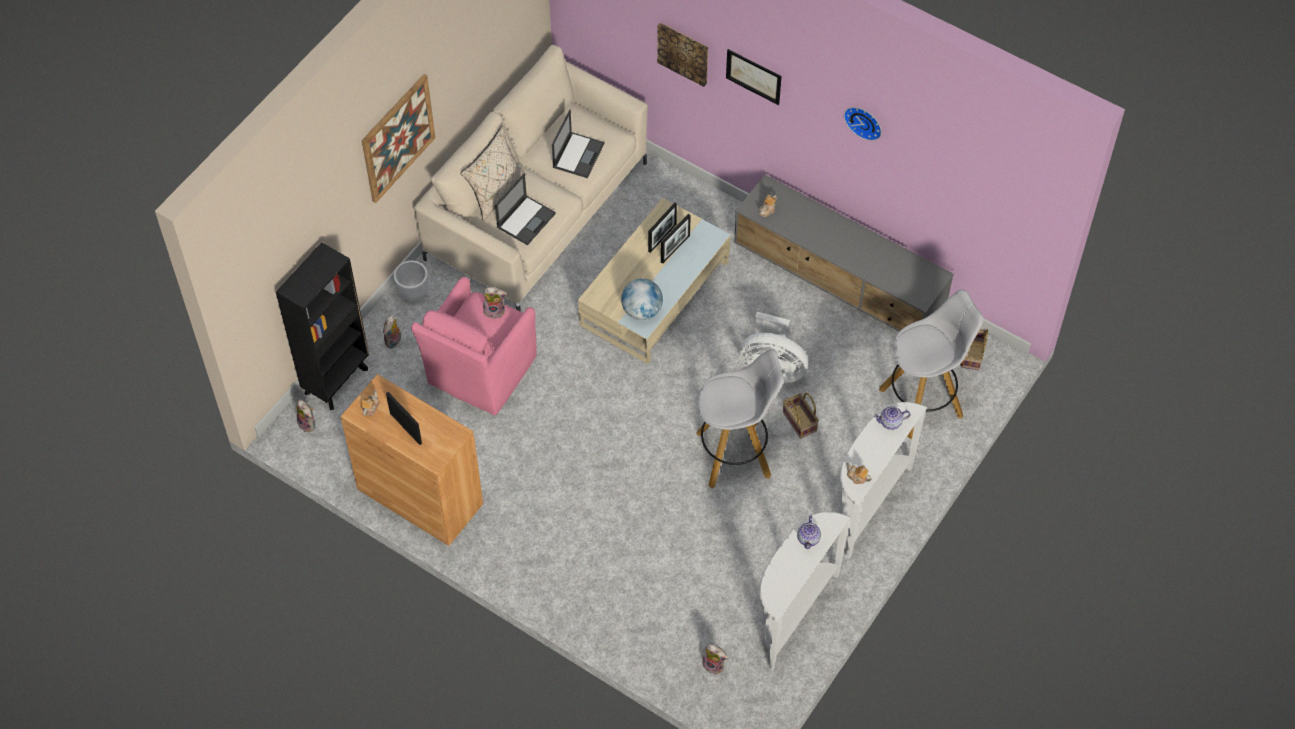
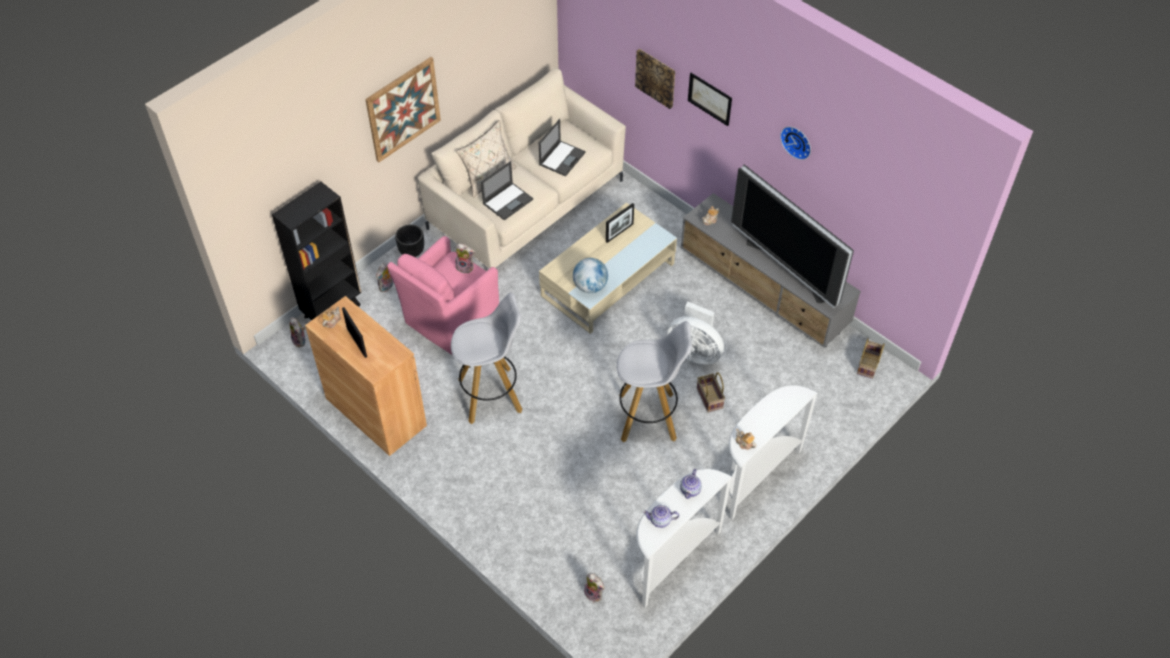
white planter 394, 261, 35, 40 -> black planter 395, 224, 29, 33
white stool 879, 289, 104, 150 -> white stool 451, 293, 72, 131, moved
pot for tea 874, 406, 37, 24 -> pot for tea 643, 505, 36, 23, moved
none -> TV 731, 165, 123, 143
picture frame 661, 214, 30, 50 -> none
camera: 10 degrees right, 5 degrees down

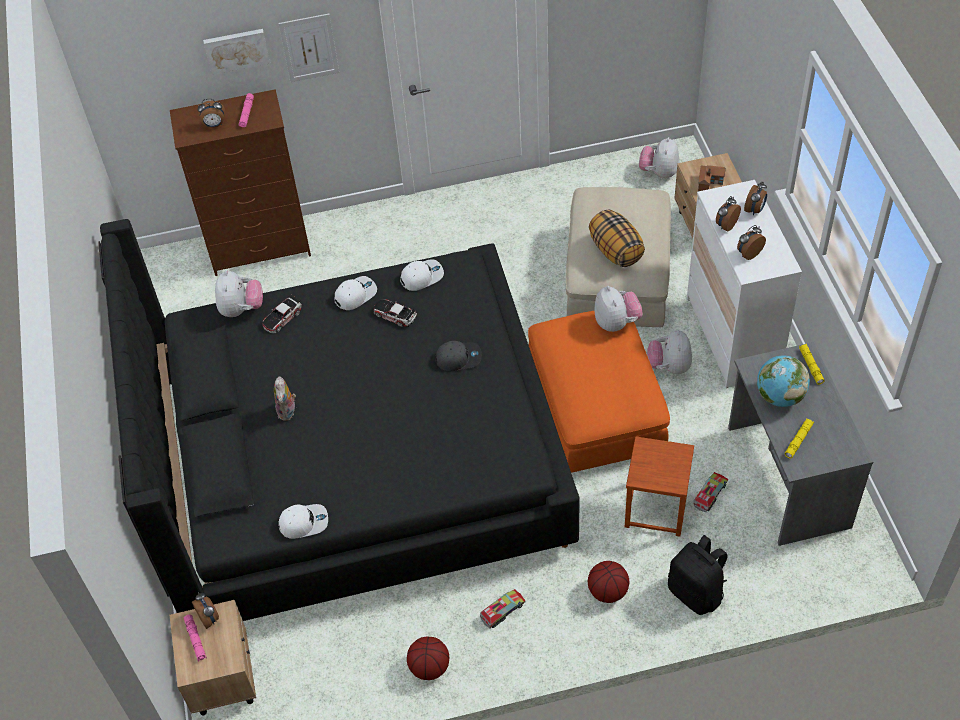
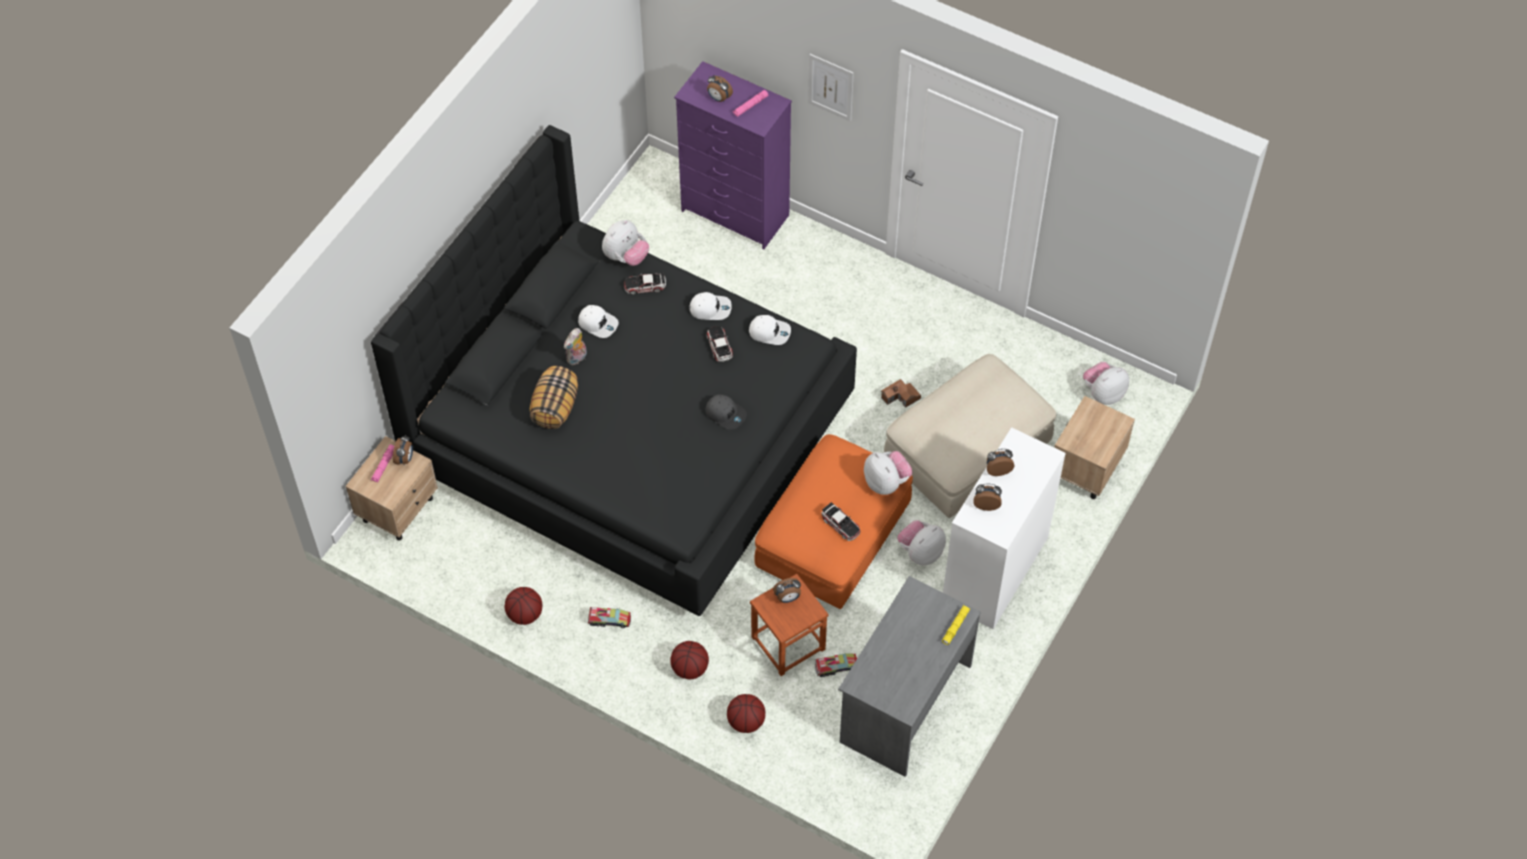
throw pillow 589, 209, 56, 58 -> throw pillow 530, 366, 48, 63, moved
white cap 278, 504, 50, 35 -> white cap 578, 305, 41, 33, moved
brownish dresser 170, 89, 141, 187 -> purple dresser 674, 61, 118, 188
black rucksack 668, 535, 60, 80 -> basketball 727, 694, 38, 39
table clock 744, 182, 23, 33 -> table clock 773, 578, 28, 25, moved
none -> toy car 821, 502, 39, 39
cuddly toy 595, 286, 48, 46 -> cuddly toy 864, 451, 48, 44, 60 degrees counterclockwise
toy house 698, 165, 28, 26 -> toy house 881, 379, 40, 29, moved
wall art 203, 29, 67, 46 -> none
desk globe 757, 355, 53, 52 -> none
yellowish hand torch 785, 418, 29, 40 -> none
camera: 40 degrees right, 5 degrees up

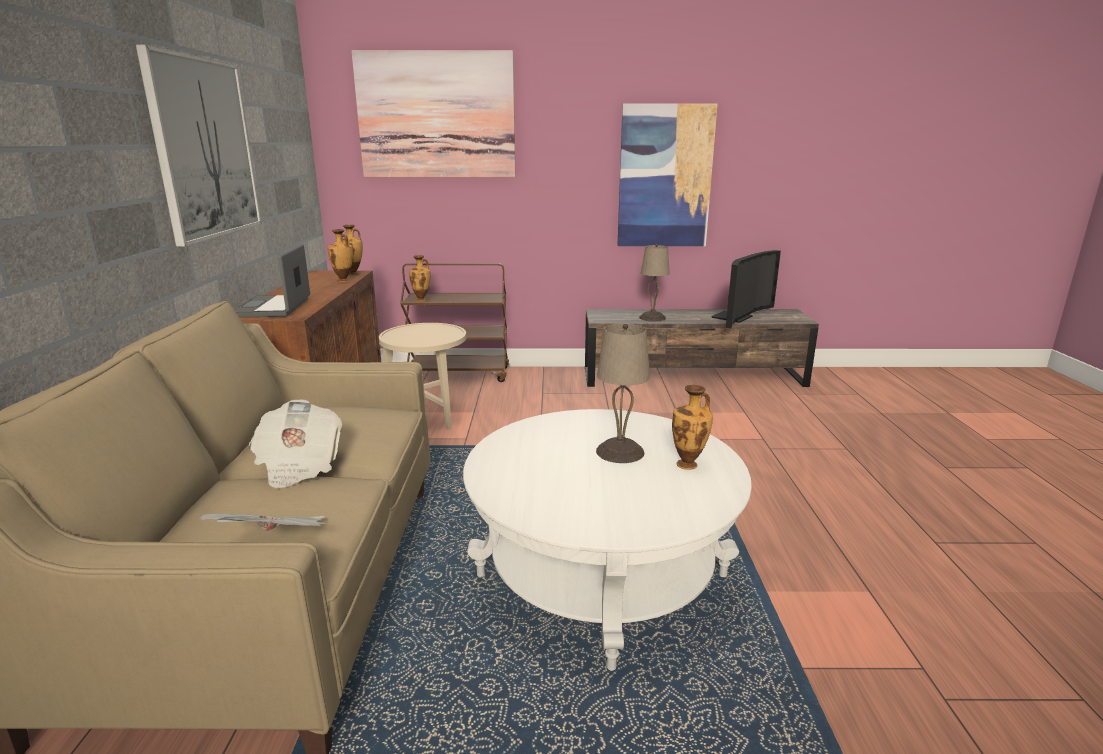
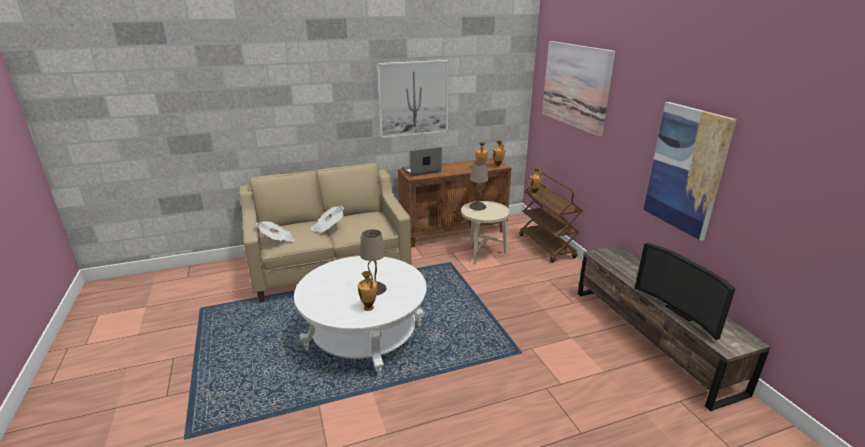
beige tabletop lamp 639, 244, 31, 78 -> beige tabletop lamp 469, 161, 19, 49, moved
TV 711, 250, 70, 79 -> TV 635, 243, 101, 97, 45 degrees clockwise
camera: 70 degrees right, 5 degrees up

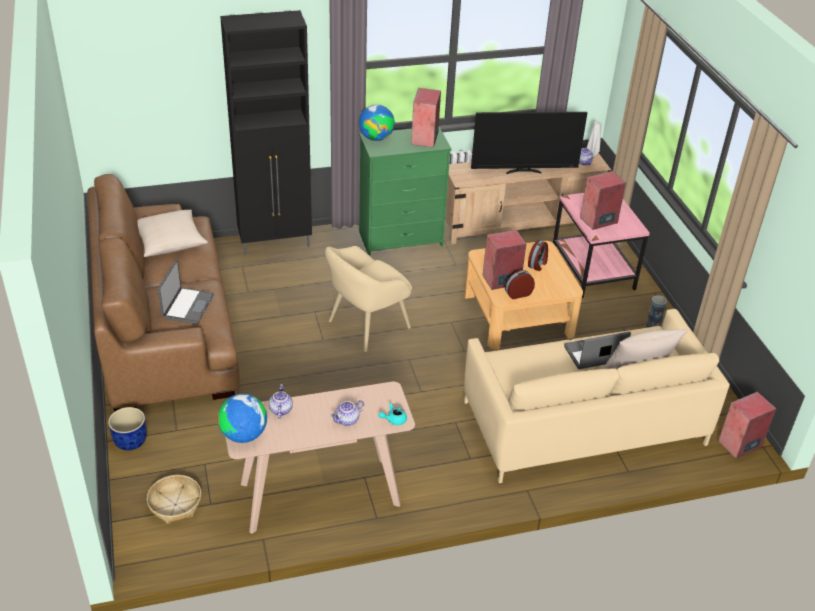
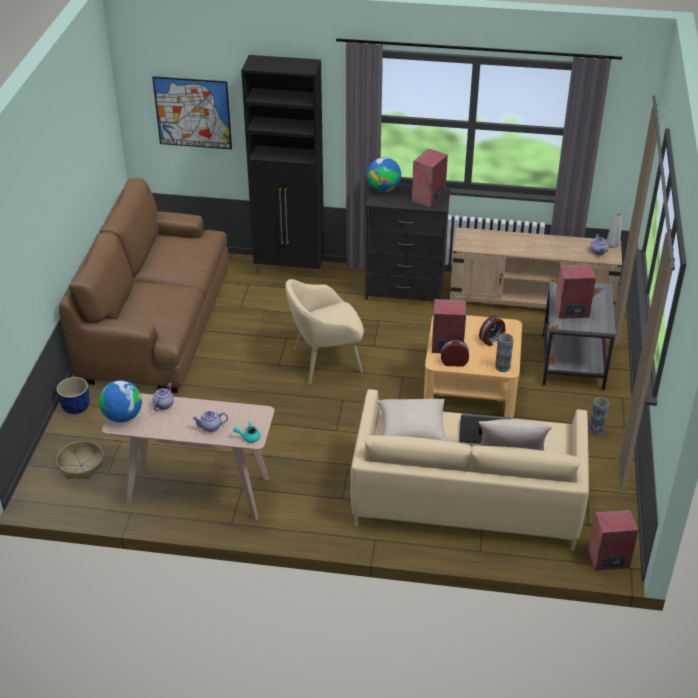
none -> wall art 152, 76, 80, 73
green-coloured dresser 359, 127, 93, 129 -> black dresser 365, 184, 86, 118
beige throw pillow 138, 210, 70, 47 -> beige throw pillow 377, 399, 72, 43, moved
none -> vase 495, 333, 19, 39
pinkish accent table 553, 193, 97, 105 -> grey accent table 543, 280, 73, 110
laptop 158, 260, 56, 64 -> none
TV 471, 112, 116, 62 -> none
camera: 25 degrees right, 0 degrees up

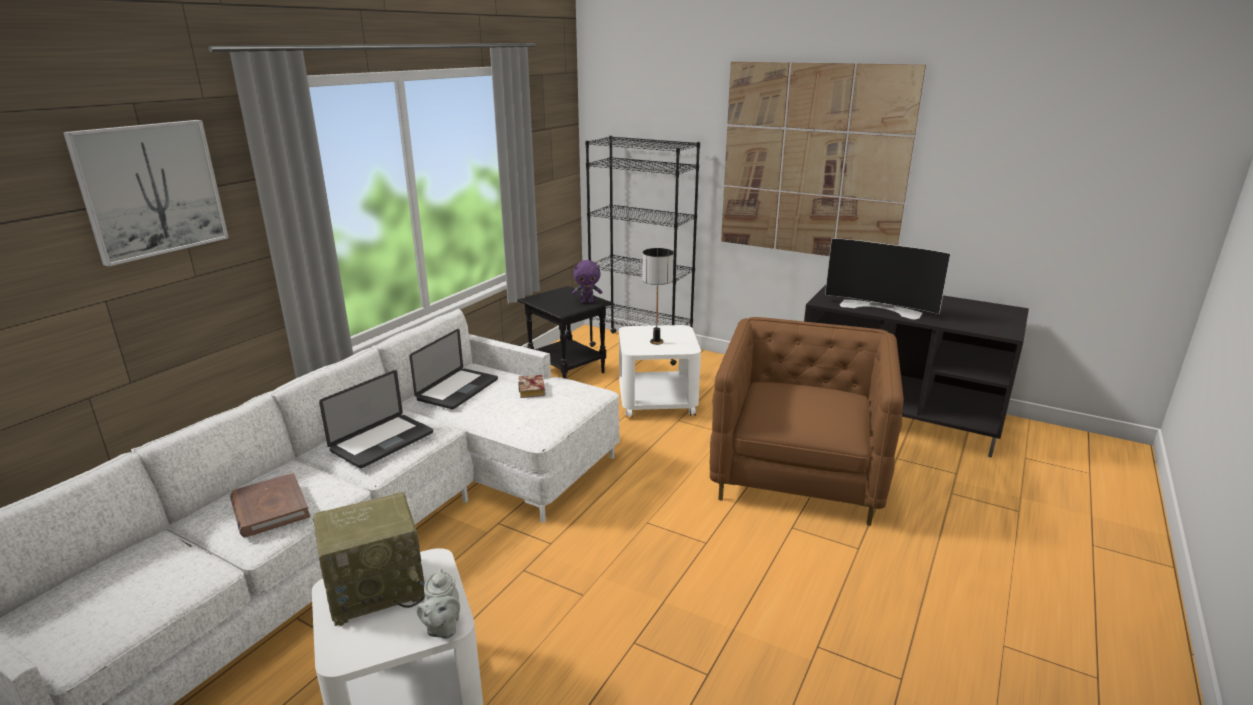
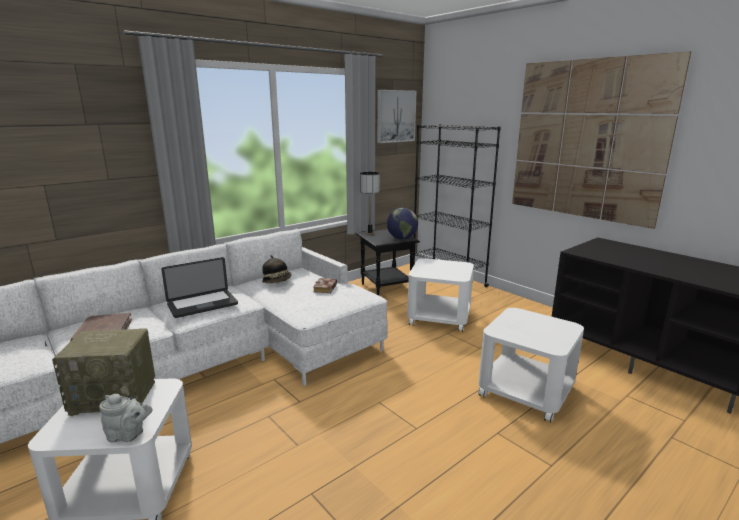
grey pot for tea 417, 569, 43, 70 -> grey pot for tea 99, 394, 53, 49, 105 degrees counterclockwise
laptop 409, 329, 89, 80 -> clothing hat 262, 255, 30, 29
tabletop lamp 642, 248, 32, 97 -> tabletop lamp 360, 172, 20, 63, moved
wall art 63, 120, 166, 147 -> wall art 377, 90, 40, 53, moved
purple cuddly toy 572, 260, 30, 43 -> desk globe 387, 208, 31, 31
brownish armchair 710, 317, 194, 209 -> white accent table 479, 308, 105, 115
TV 825, 238, 126, 82 -> none
camera: 20 degrees right, 5 degrees down

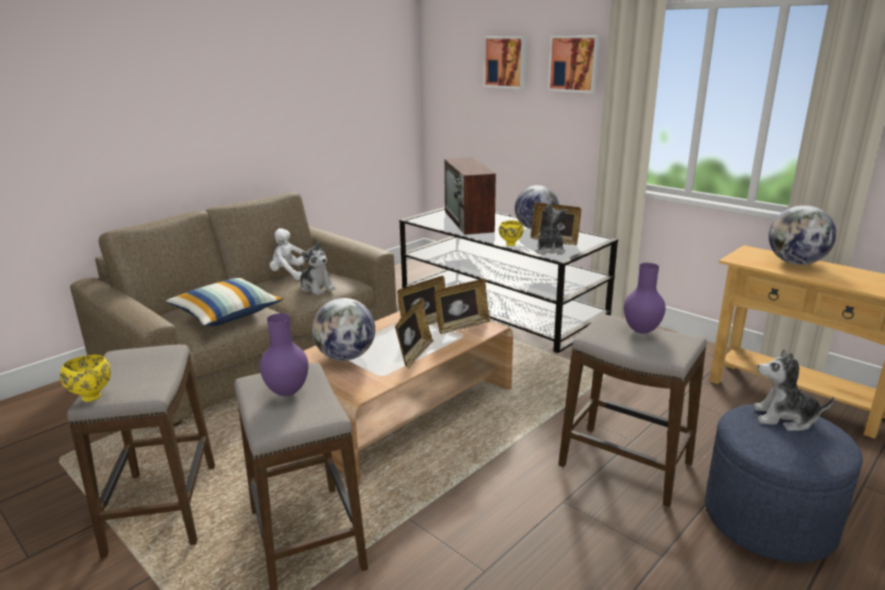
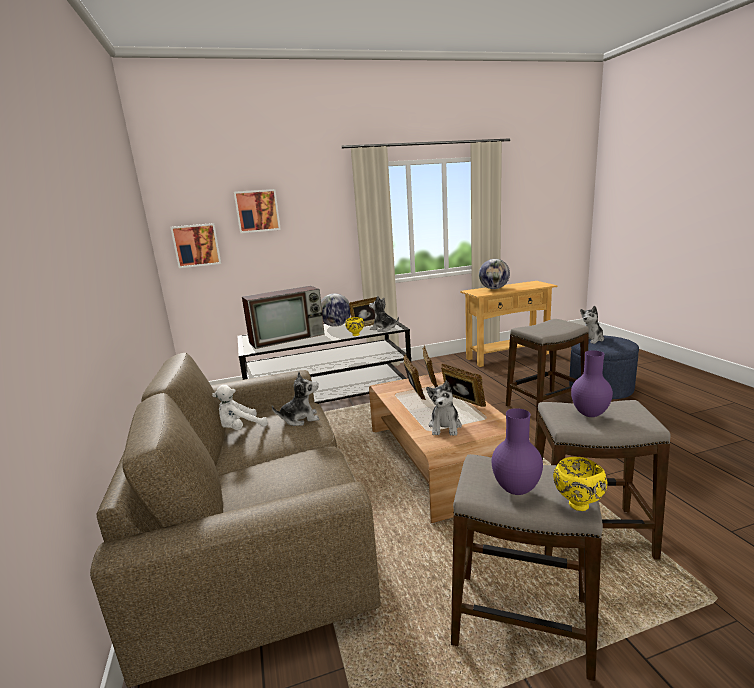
wall art 548, 35, 53, 59 -> wall art 170, 223, 51, 45, moved
TV 444, 157, 52, 78 -> TV 242, 286, 83, 63, 45 degrees counterclockwise
desk globe 312, 298, 63, 63 -> cuddly toy 426, 380, 36, 56
purple vase 624, 263, 42, 71 -> purple vase 492, 408, 51, 87, moved
throw pillow 166, 278, 117, 48 -> none
camera: 60 degrees left, 5 degrees down

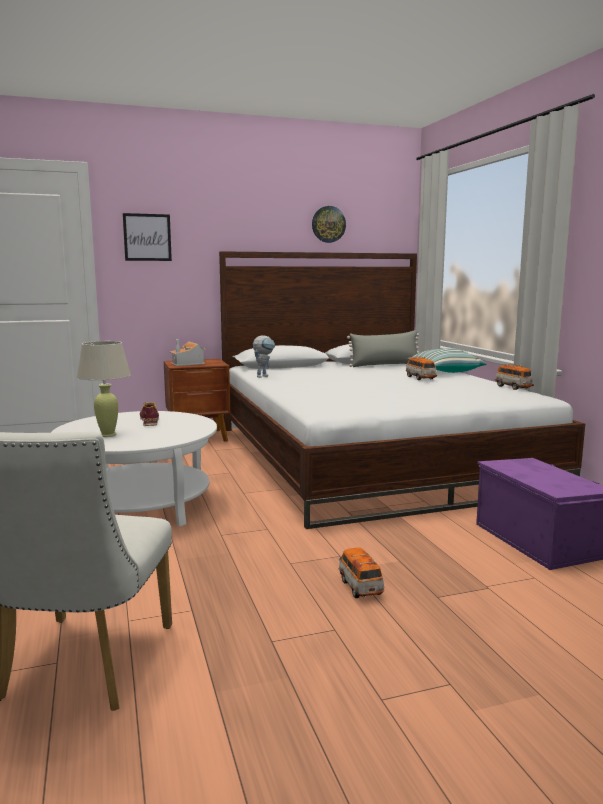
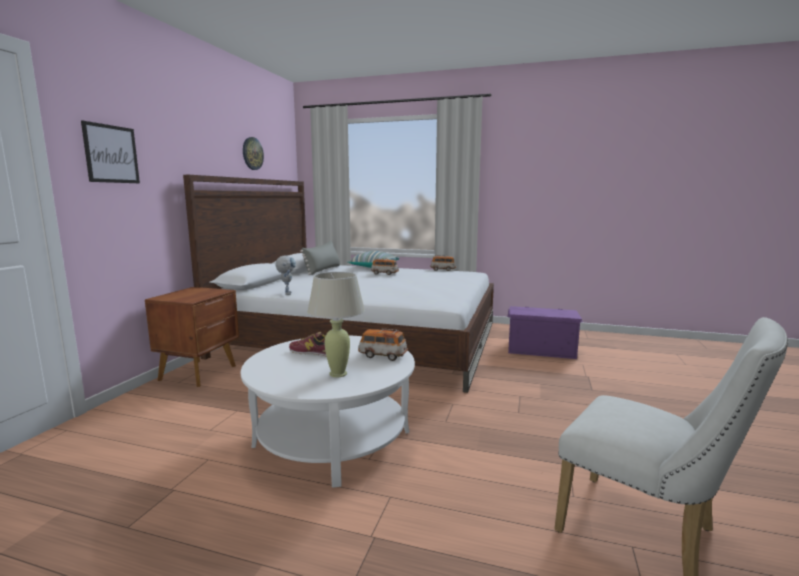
toy car 338, 548, 46, 50 -> toy car 358, 329, 50, 32, moved
toy house 170, 339, 36, 27 -> none
camera: 55 degrees left, 0 degrees up

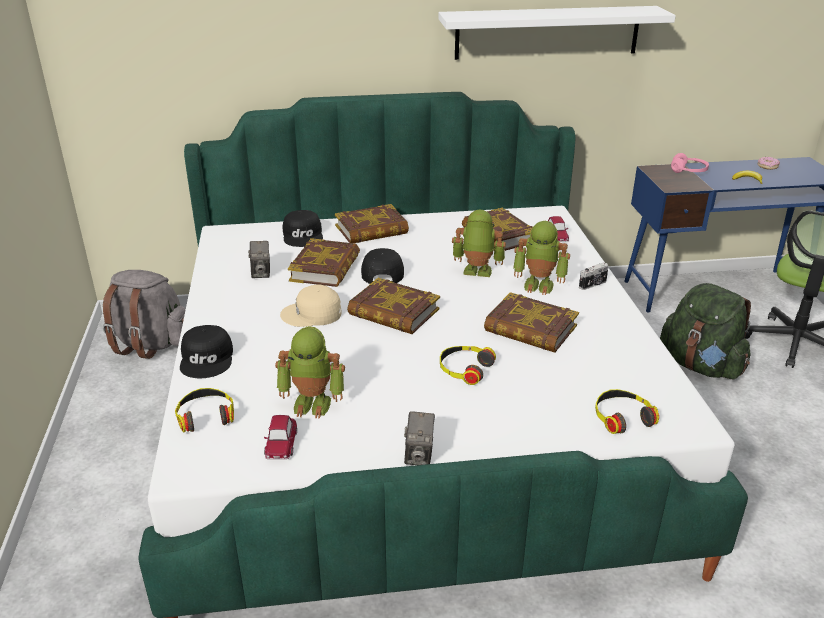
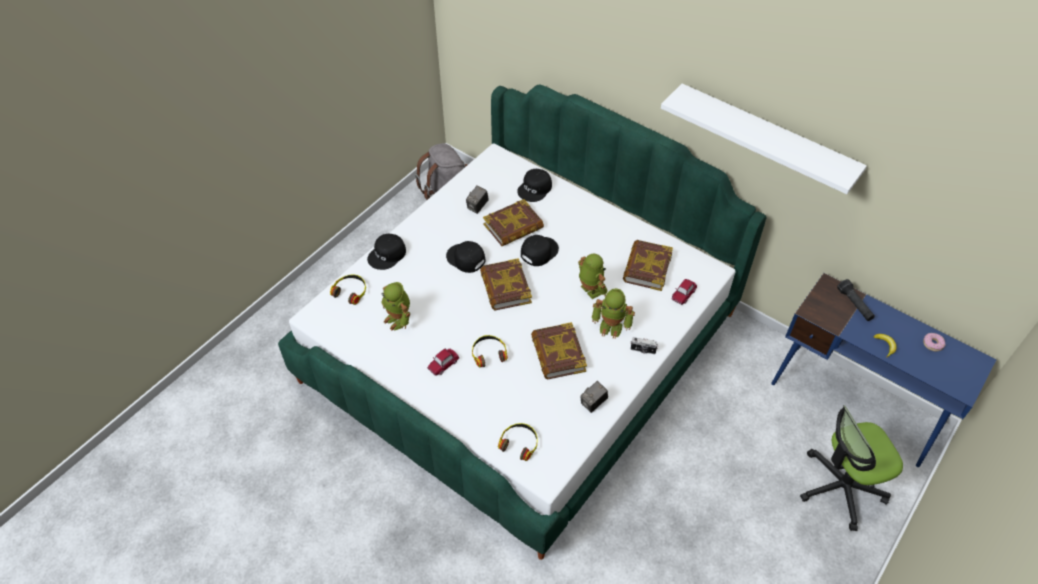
toy car 264, 415, 33, 44 -> toy car 427, 349, 33, 27, moved
beige cap 280, 285, 61, 42 -> black cap 446, 241, 39, 32
photo camera 404, 411, 31, 54 -> photo camera 580, 381, 28, 32, moved
model robot 514, 221, 56, 74 -> model robot 592, 288, 43, 51, 45 degrees counterclockwise
pinkish headset 671, 153, 38, 20 -> black hand torch 837, 279, 38, 42
volume 335, 204, 74, 39 -> none
green-coloured rucksack 660, 283, 91, 96 -> none
camera: 45 degrees right, 20 degrees up

